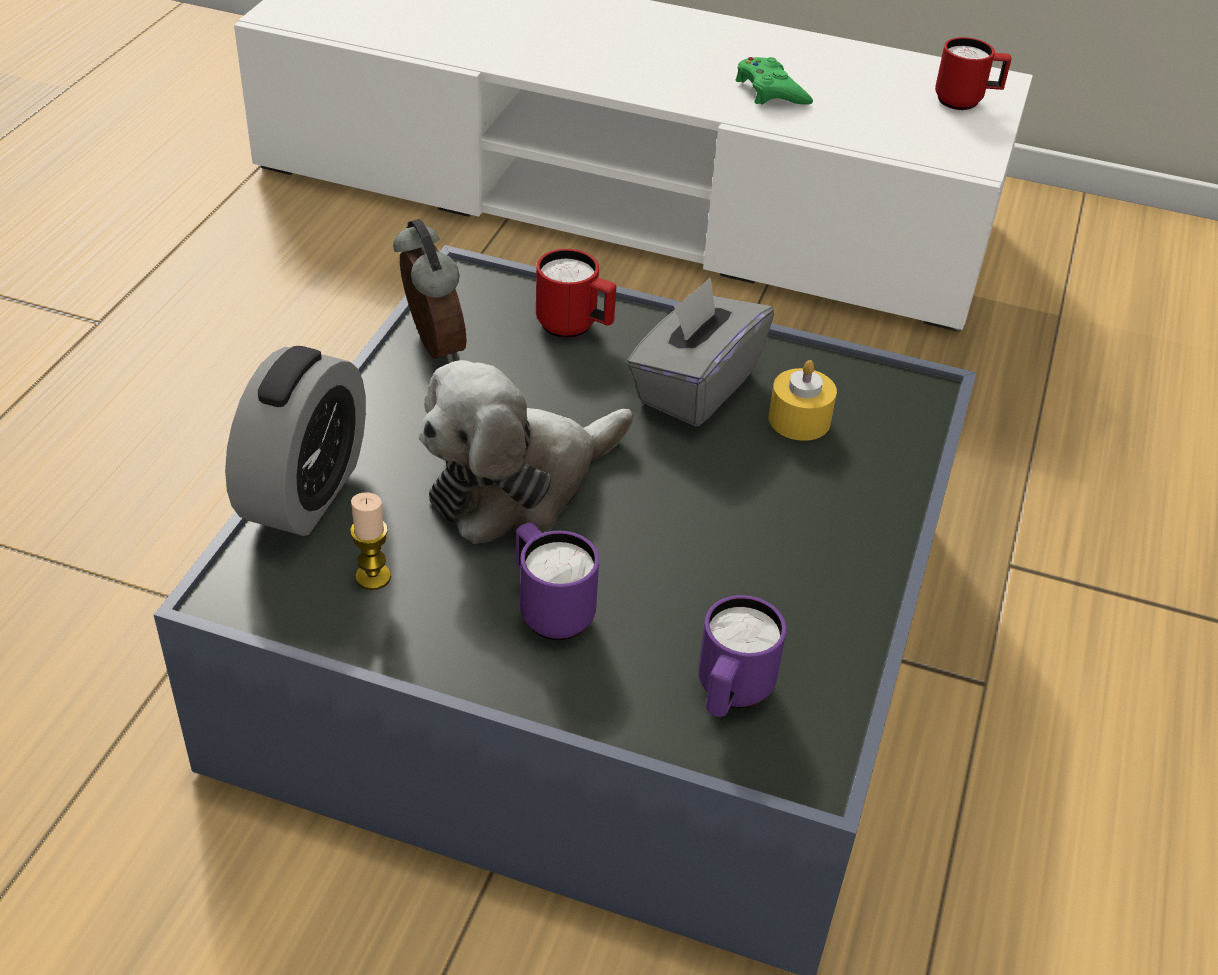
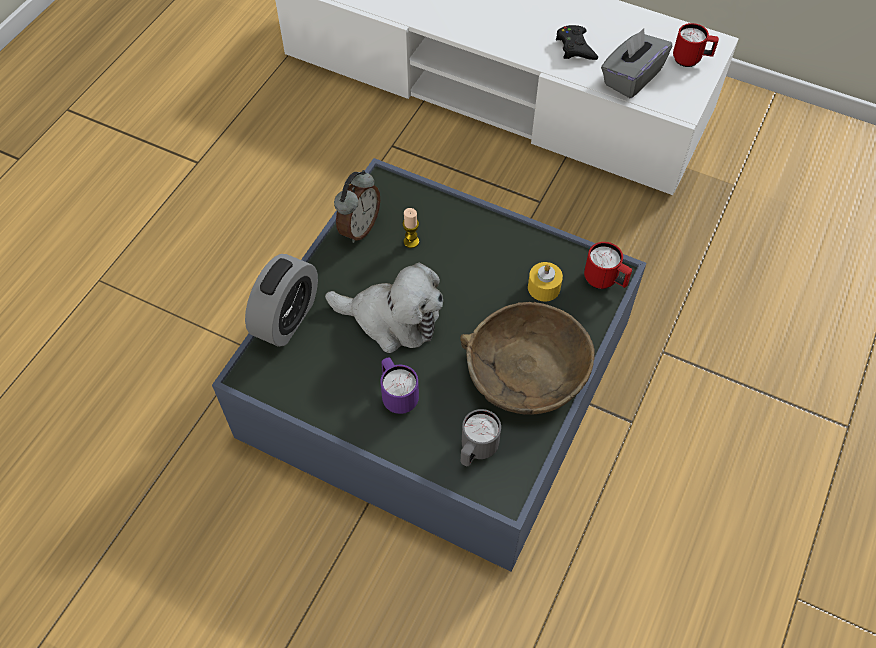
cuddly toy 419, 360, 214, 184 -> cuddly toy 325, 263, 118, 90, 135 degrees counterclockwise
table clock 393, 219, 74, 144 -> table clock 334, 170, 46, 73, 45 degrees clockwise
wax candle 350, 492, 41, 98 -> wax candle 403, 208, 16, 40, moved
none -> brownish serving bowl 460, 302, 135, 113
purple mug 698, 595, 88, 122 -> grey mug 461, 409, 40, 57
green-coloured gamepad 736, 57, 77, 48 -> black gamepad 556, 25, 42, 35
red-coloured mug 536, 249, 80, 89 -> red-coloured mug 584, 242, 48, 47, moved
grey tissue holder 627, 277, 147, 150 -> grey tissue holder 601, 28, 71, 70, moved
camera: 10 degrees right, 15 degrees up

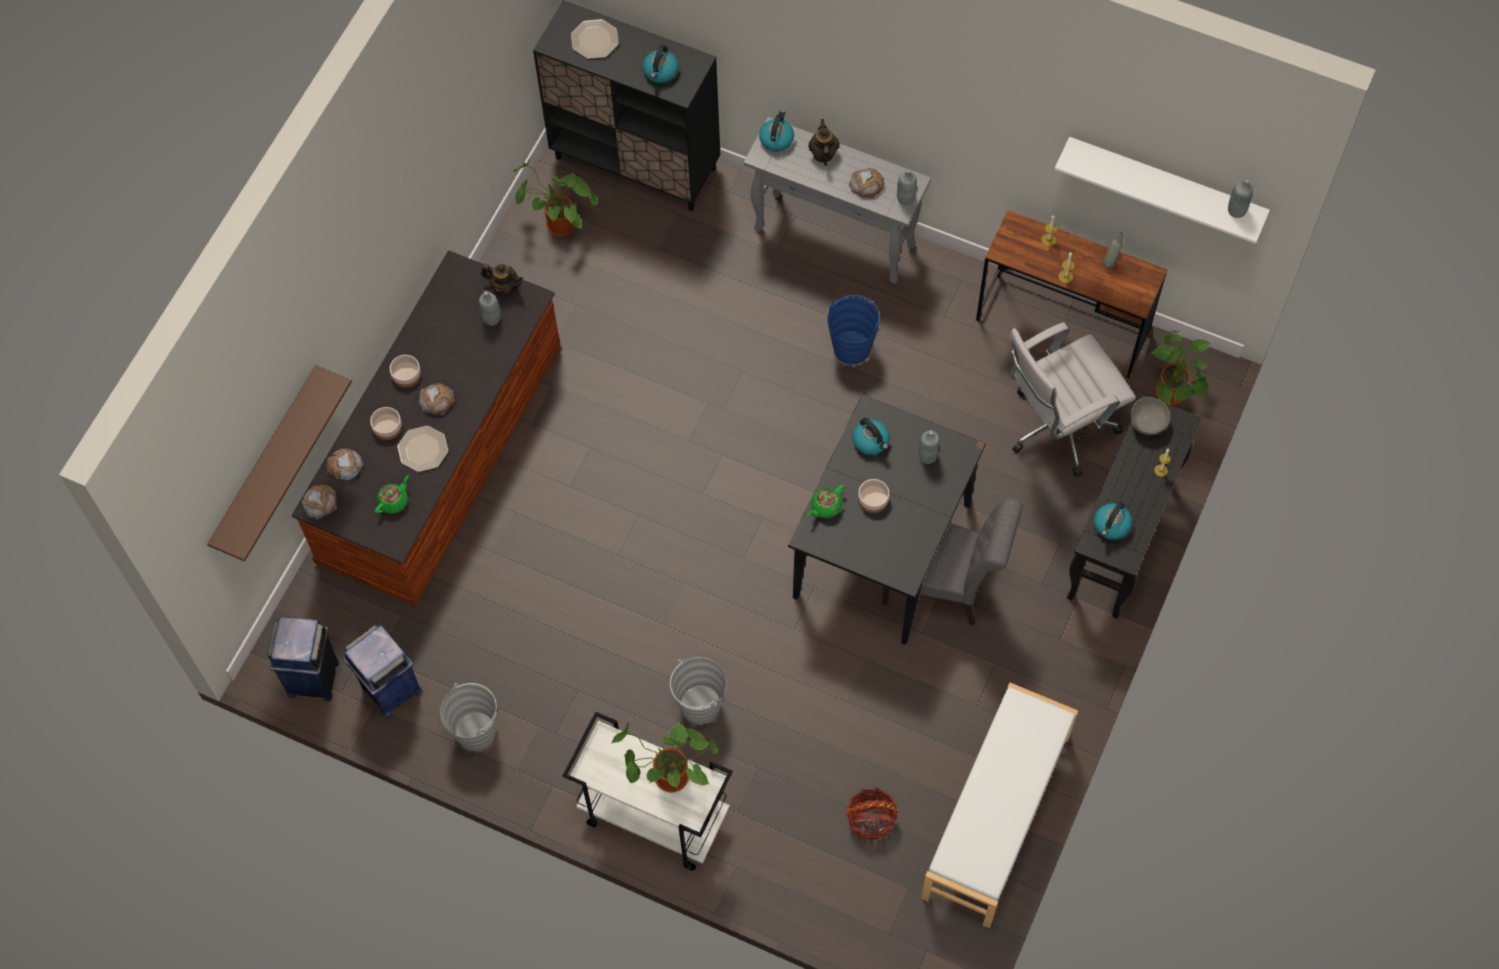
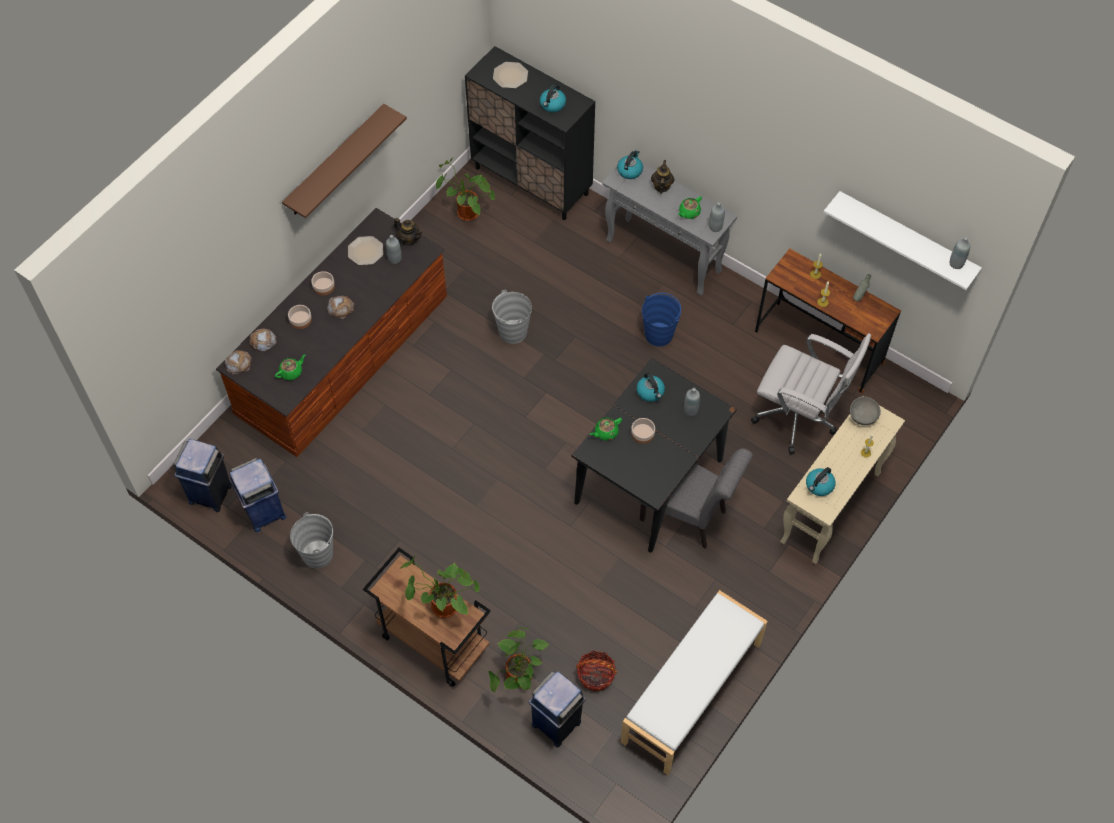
brownish wall shelf 207, 365, 145, 197 -> brownish wall shelf 282, 104, 125, 114, moved
plate 397, 426, 51, 46 -> plate 348, 236, 35, 29, moved
white cart 563, 711, 170, 160 -> brownish cart 363, 548, 128, 139
plant in a pot 1150, 331, 62, 74 -> plant in a pot 488, 627, 62, 65, moved
grey pail 670, 657, 57, 67 -> grey pail 492, 290, 40, 54, moved
none -> blue-coloured waste bin 529, 671, 57, 77
bakery bread 849, 168, 35, 31 -> green-coloured pot for tea 678, 196, 24, 23
white office chair 1009, 322, 127, 155 -> white office chair 751, 333, 120, 121, 135 degrees counterclockwise
black hall table 1067, 395, 135, 224 -> beige hall table 780, 405, 125, 159
camera: 10 degrees right, 5 degrees down

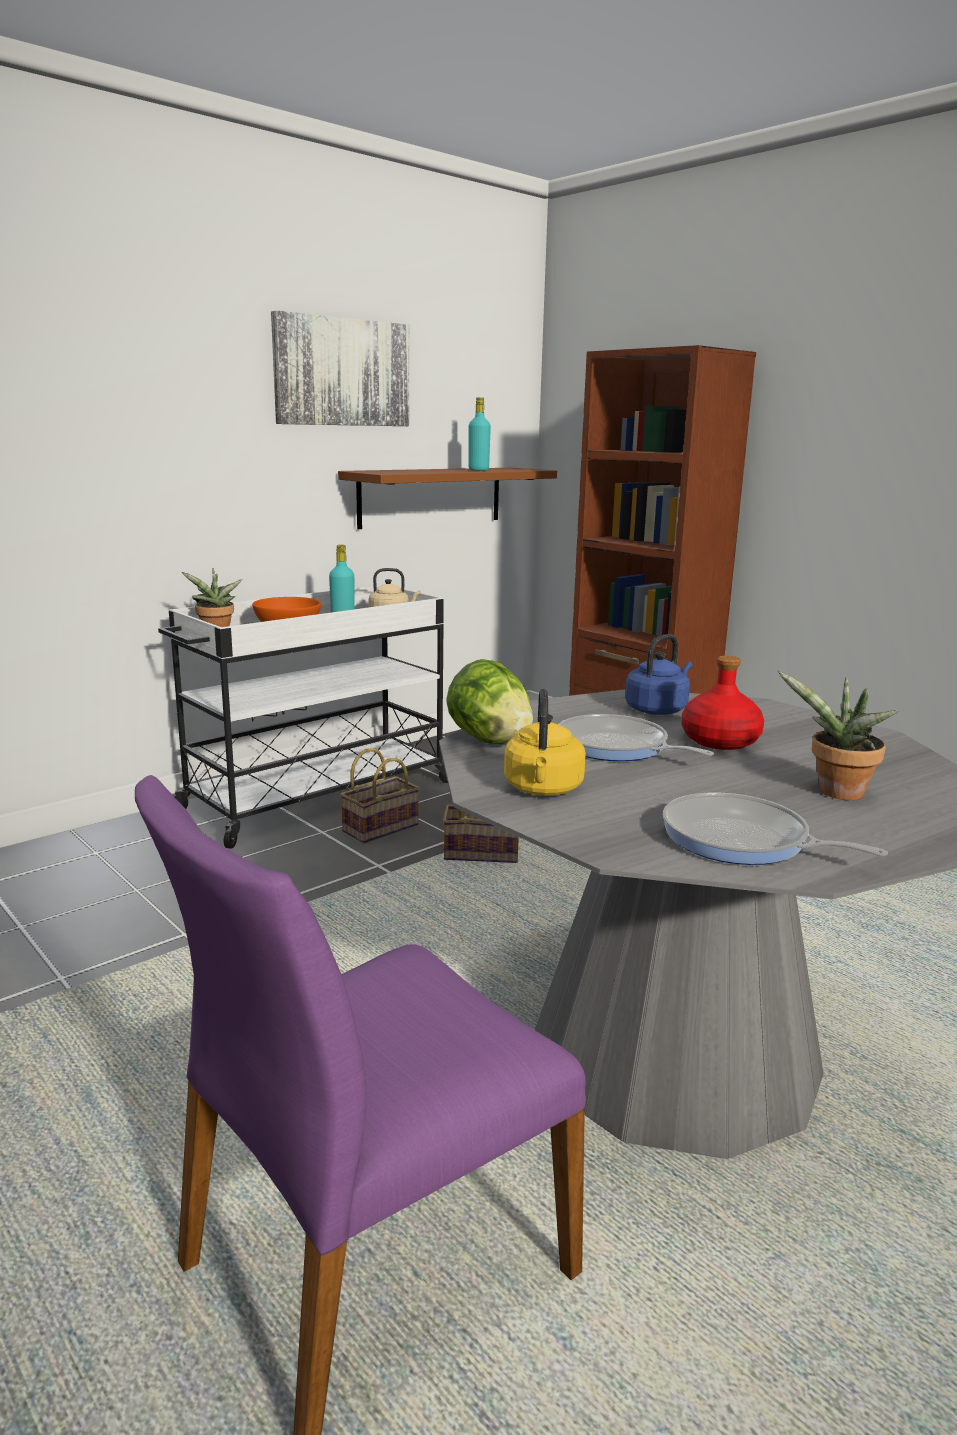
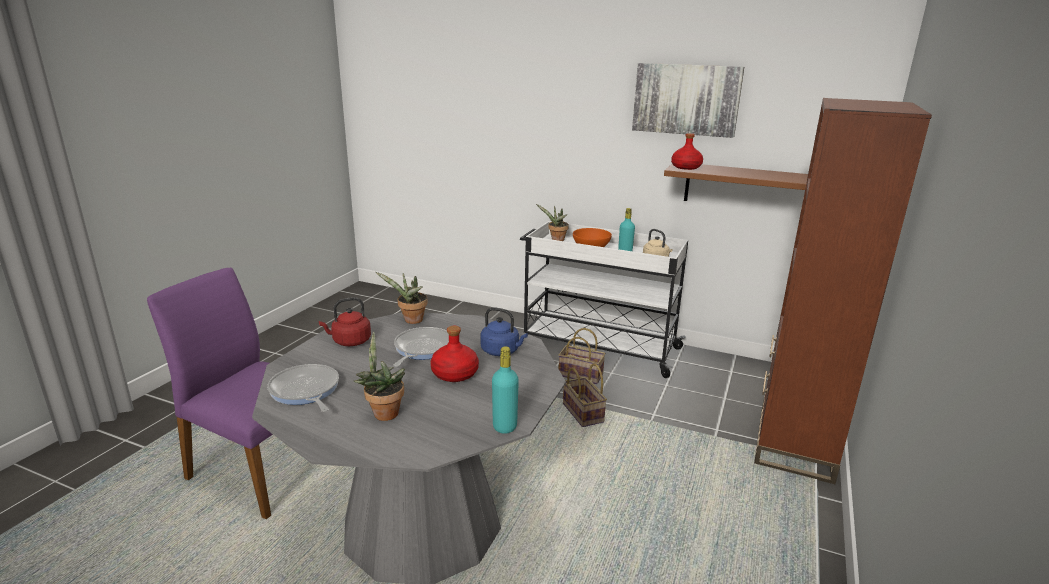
skillet 663, 793, 225, 72 -> skillet 267, 364, 72, 48, 45 degrees counterclockwise
yellowish tea kettle 504, 689, 82, 107 -> red-coloured tea kettle 319, 297, 52, 49
lettuce head 446, 659, 87, 85 -> plant in a pot 376, 272, 52, 52
turquoise drink bottle 468, 397, 23, 74 -> turquoise drink bottle 492, 346, 27, 88, moved
none -> red-coloured drink bottle 671, 133, 32, 37
camera: 65 degrees right, 5 degrees up

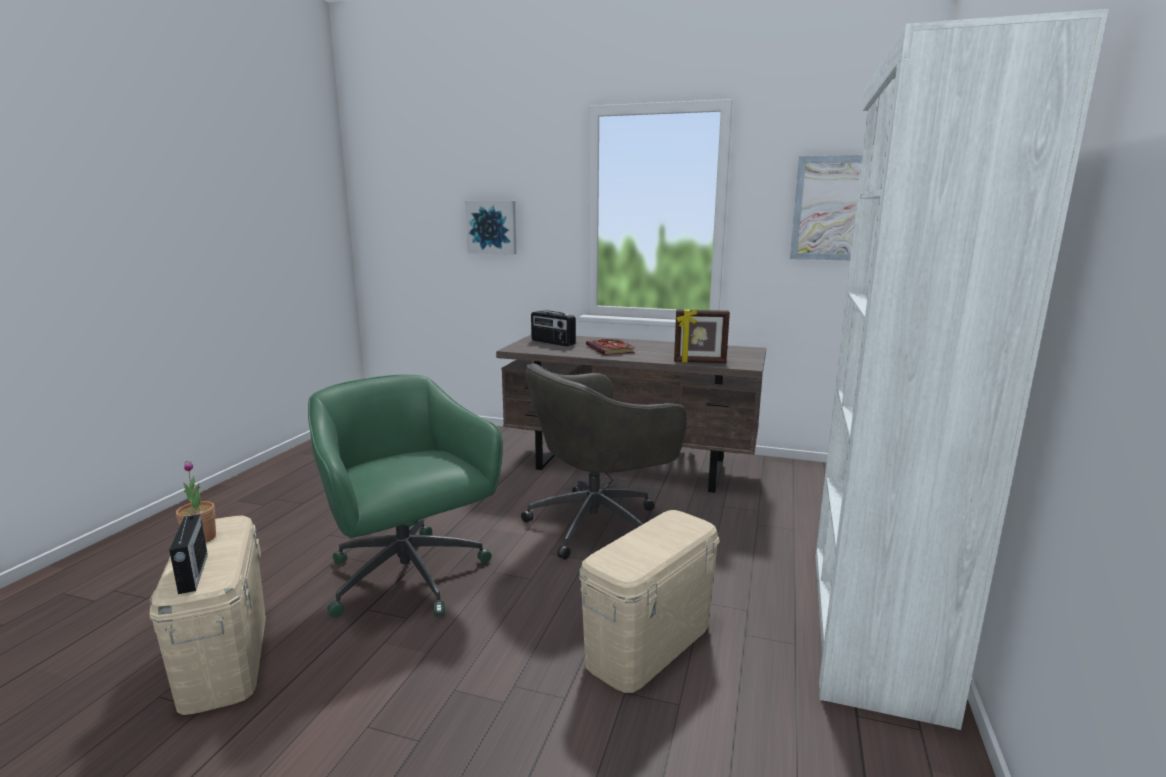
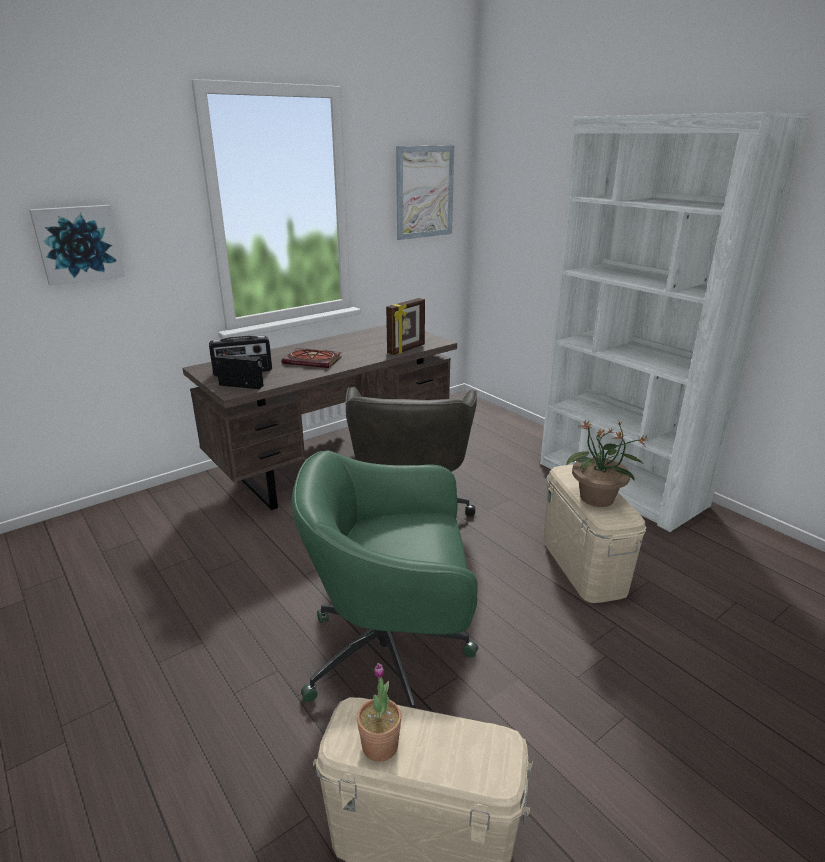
radio 169, 508, 39, 86 -> radio 215, 349, 49, 40, moved
none -> plant in a pot 566, 419, 81, 88
camera: 55 degrees left, 10 degrees up

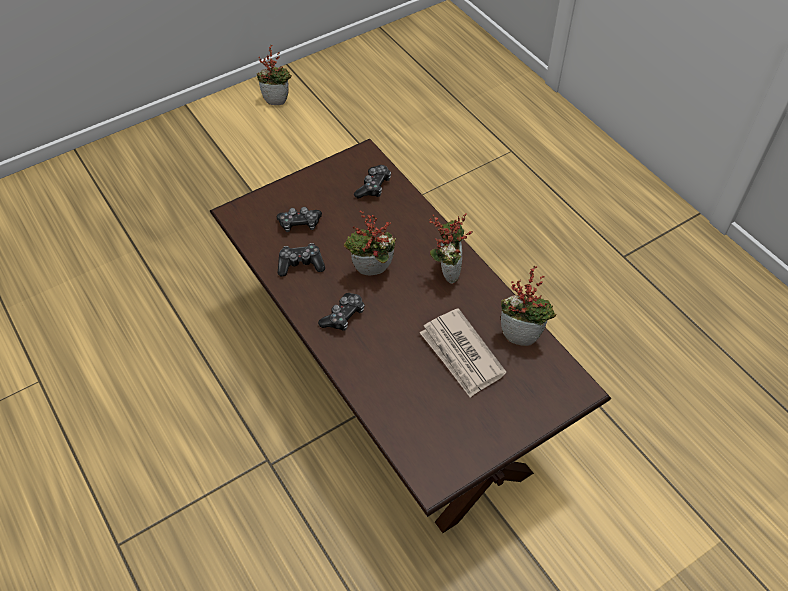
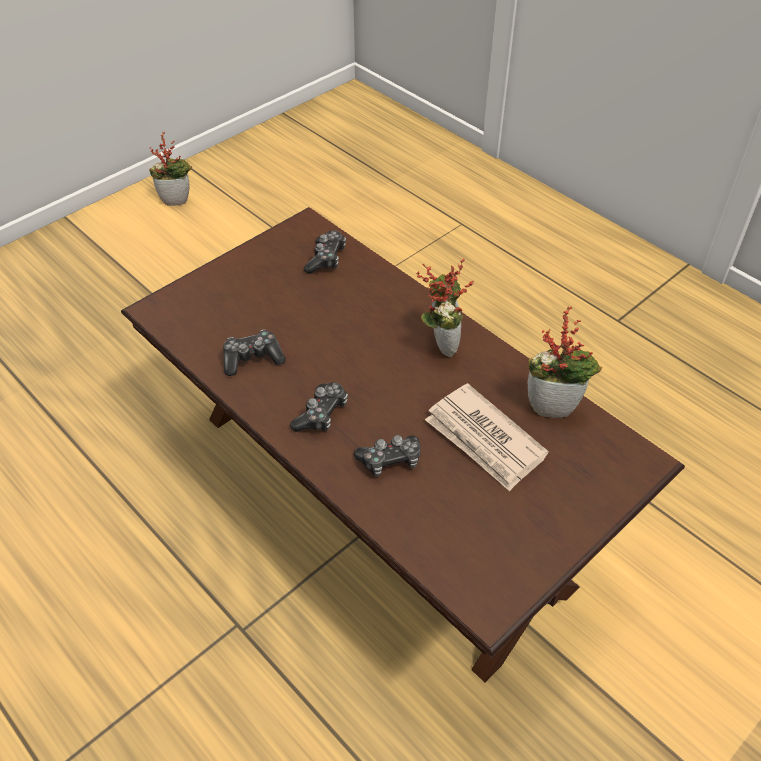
gamepad 276, 207, 46, 25 -> gamepad 354, 435, 67, 42, moved
plant in a pot 344, 211, 52, 65 -> none
camera: 10 degrees left, 5 degrees down

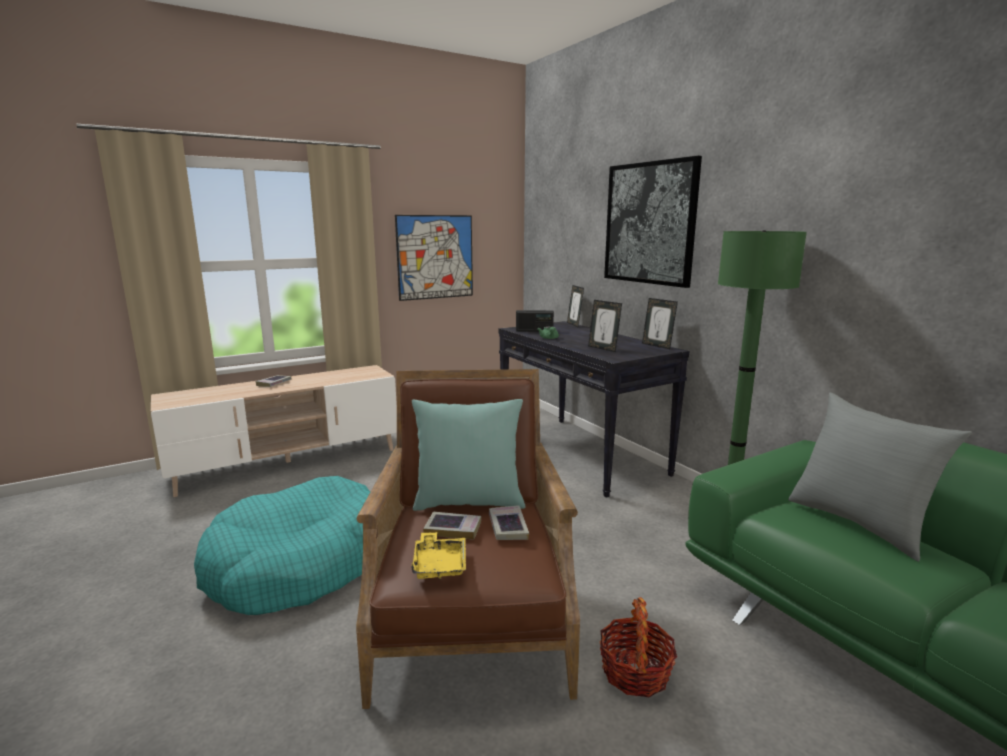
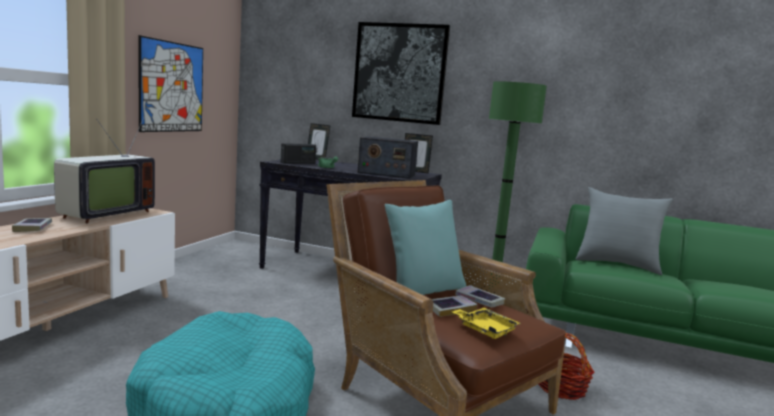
none -> TV 54, 116, 101, 108
picture frame 588, 300, 34, 52 -> radio 357, 136, 61, 43
camera: 40 degrees left, 5 degrees down

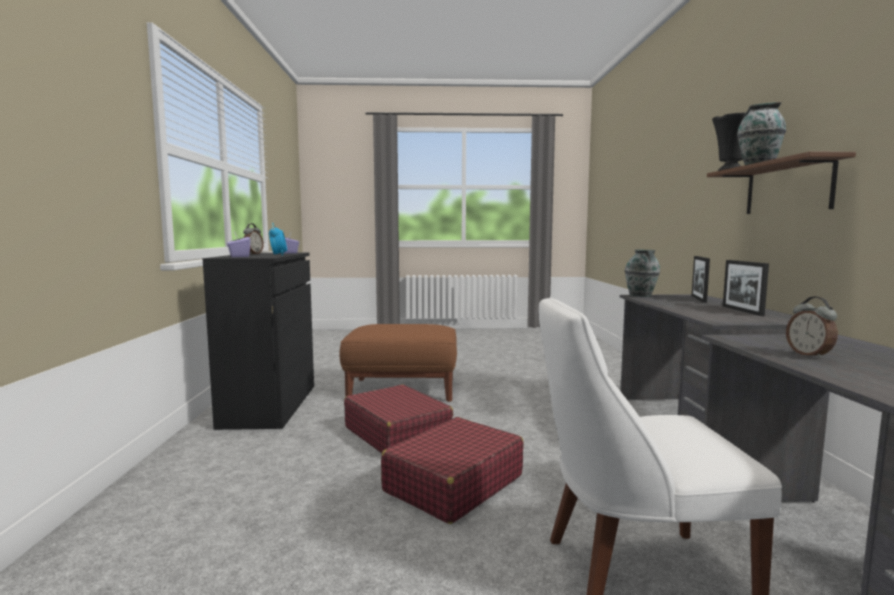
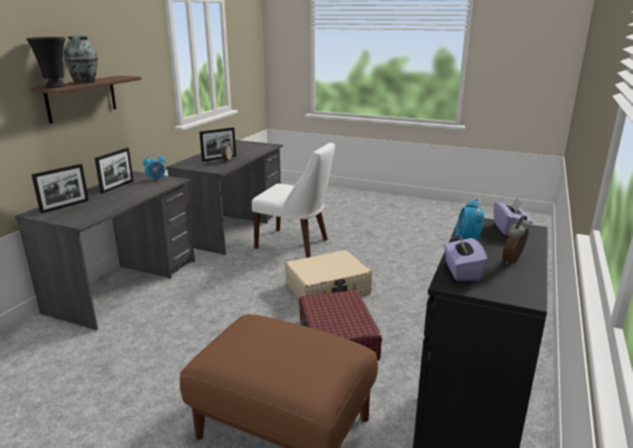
none -> table clock 143, 154, 22, 27
none -> picture frame 199, 127, 37, 35
red-coloured piece of luggage 381, 417, 143, 107 -> beige piece of luggage 285, 250, 87, 49
vase 625, 249, 35, 48 -> none
camera: 155 degrees left, 15 degrees up

